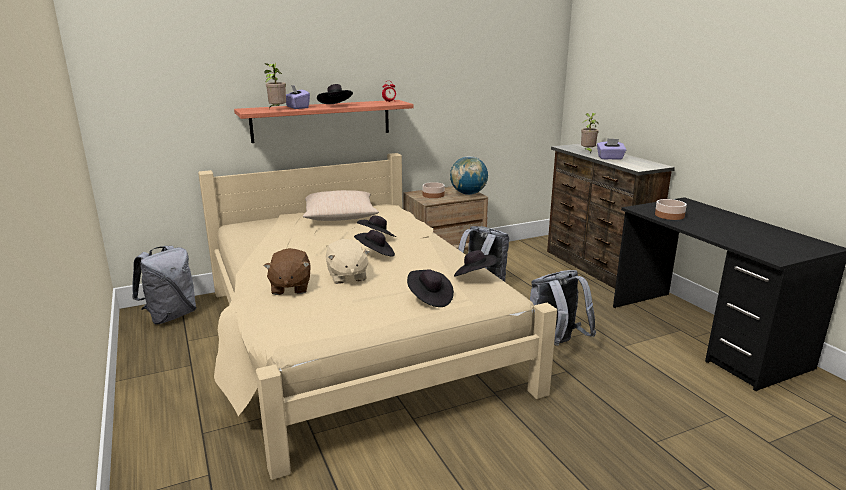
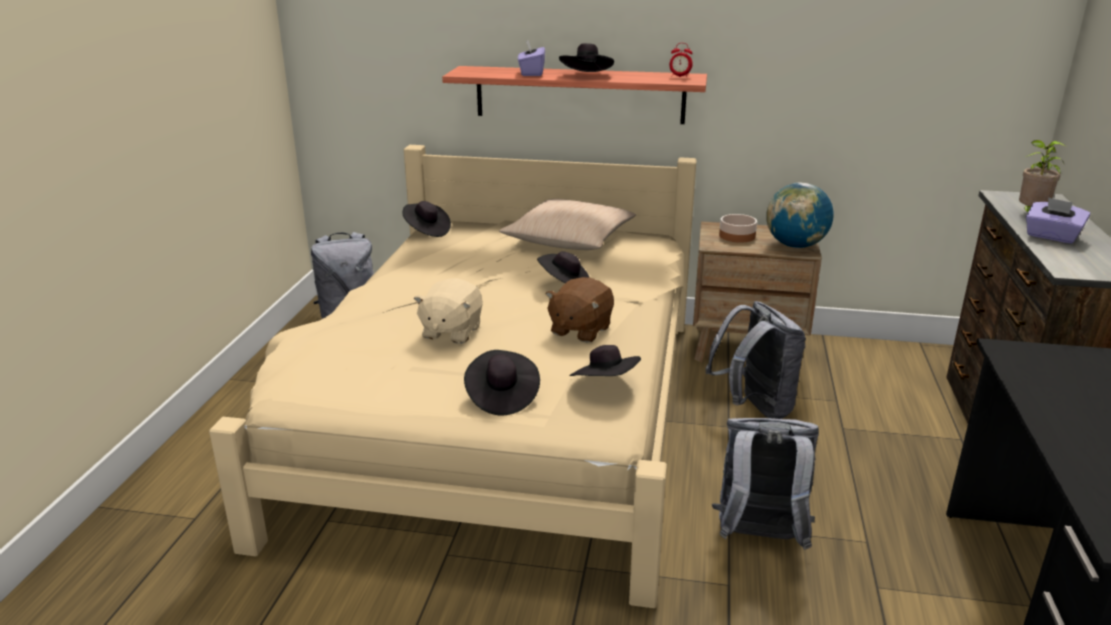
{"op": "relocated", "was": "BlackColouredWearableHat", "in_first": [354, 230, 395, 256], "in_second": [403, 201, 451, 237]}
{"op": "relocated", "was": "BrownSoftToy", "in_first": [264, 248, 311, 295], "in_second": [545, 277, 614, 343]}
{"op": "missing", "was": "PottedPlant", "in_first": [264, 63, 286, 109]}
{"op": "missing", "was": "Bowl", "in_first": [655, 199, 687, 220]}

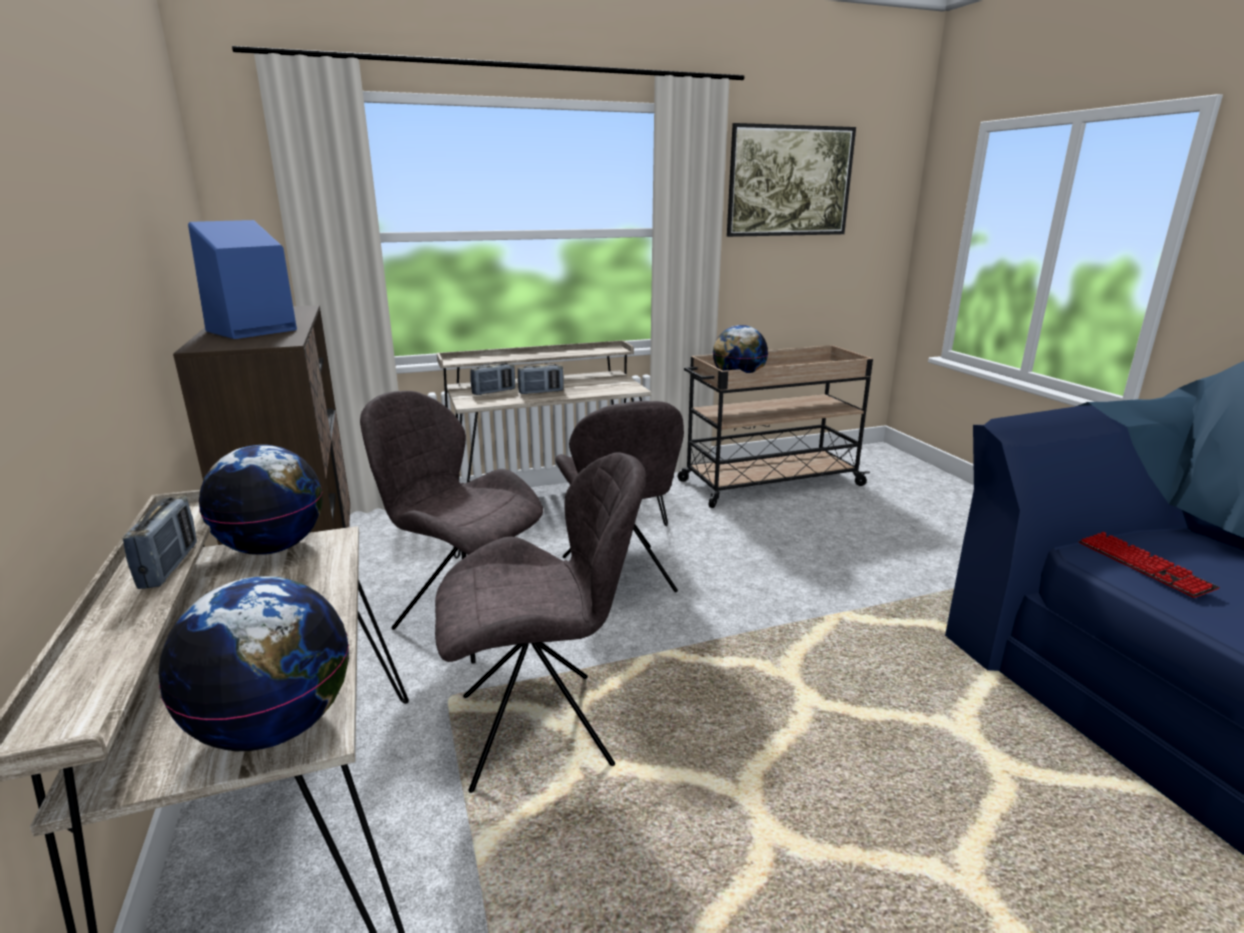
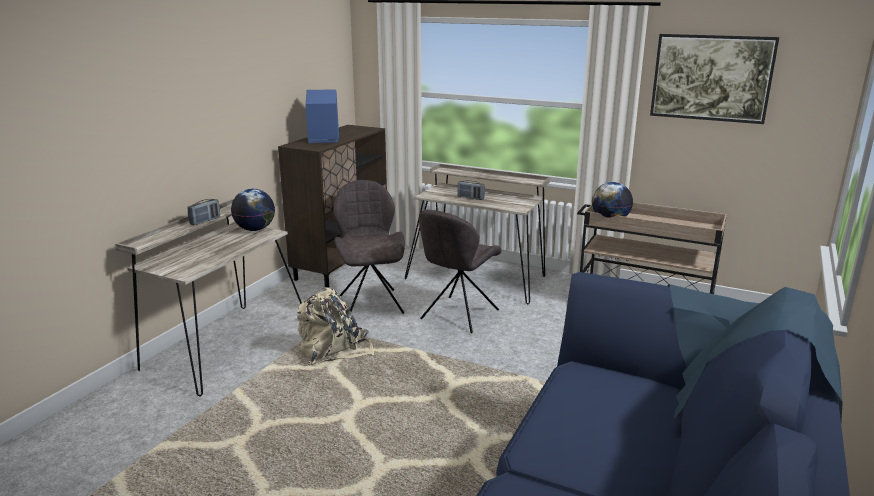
{"op": "exchanged", "was": "GreyishPlainChair", "now": "BeigeRucksack", "in_first": [435, 452, 646, 793], "in_second": [297, 287, 374, 366]}
{"op": "missing", "was": "DeskGlobe", "in_first": [158, 576, 349, 751]}
{"op": "missing", "was": "Radio", "in_first": [470, 362, 515, 395]}
{"op": "missing", "was": "PcKeyboard", "in_first": [1078, 532, 1220, 598]}

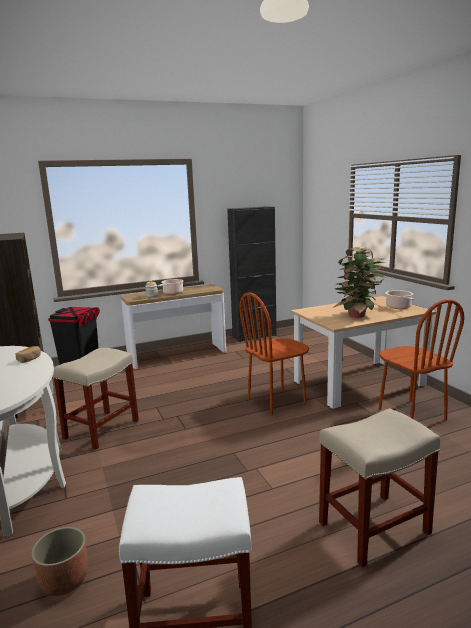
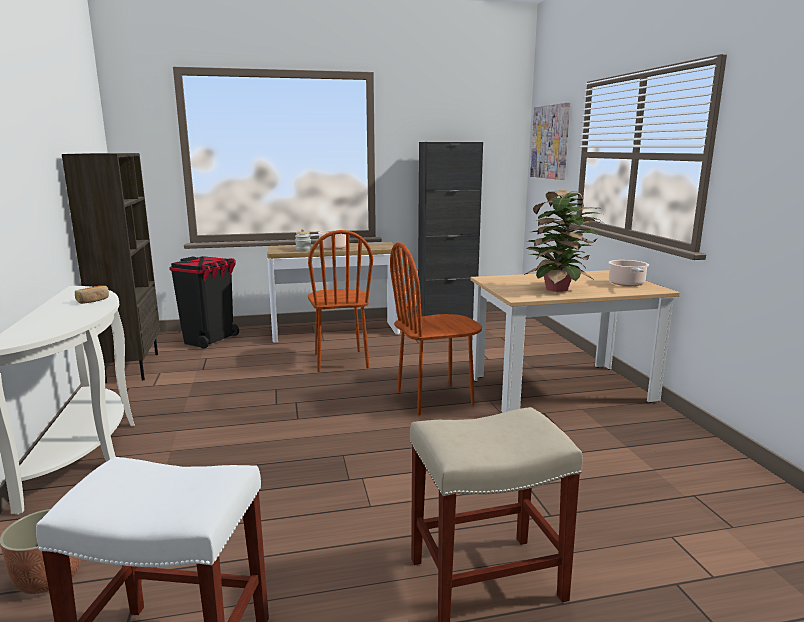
{"op": "relocated", "was": "BrownPlainChair", "in_first": [379, 299, 464, 420], "in_second": [308, 230, 373, 372]}
{"op": "appeared", "now": "WallPicture", "in_second": [530, 102, 570, 180]}
{"op": "missing", "was": "BeigeStoolSeat", "in_first": [53, 348, 139, 450]}

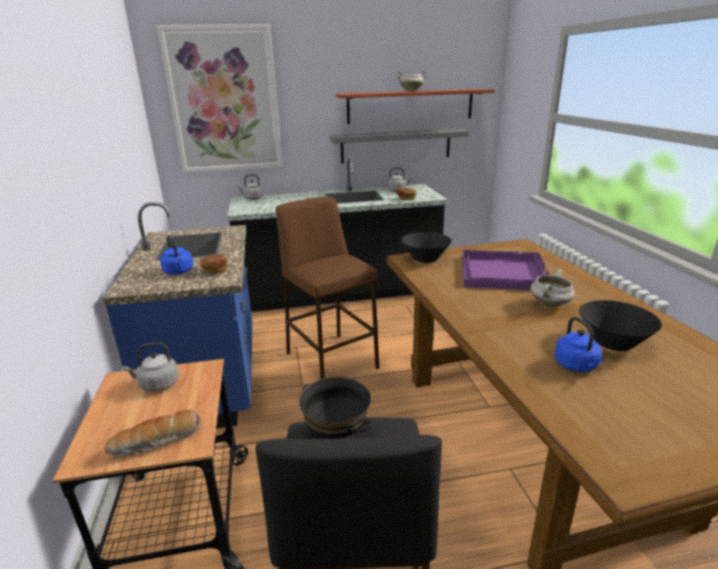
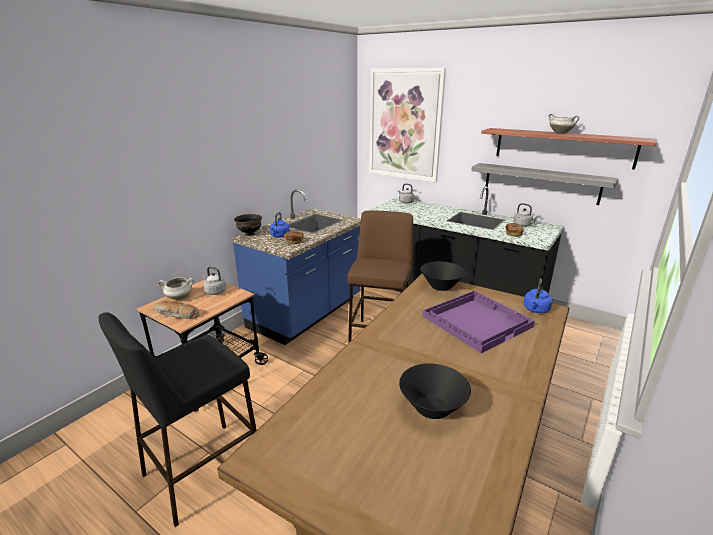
{"op": "relocated", "was": "WhiteCookingPot", "in_first": [530, 269, 575, 307], "in_second": [158, 277, 194, 300]}
{"op": "relocated", "was": "BlackColouredBowl", "in_first": [299, 377, 373, 439], "in_second": [234, 214, 262, 236]}
{"op": "relocated", "was": "BlueColouredKettle", "in_first": [554, 317, 604, 372], "in_second": [524, 279, 553, 313]}

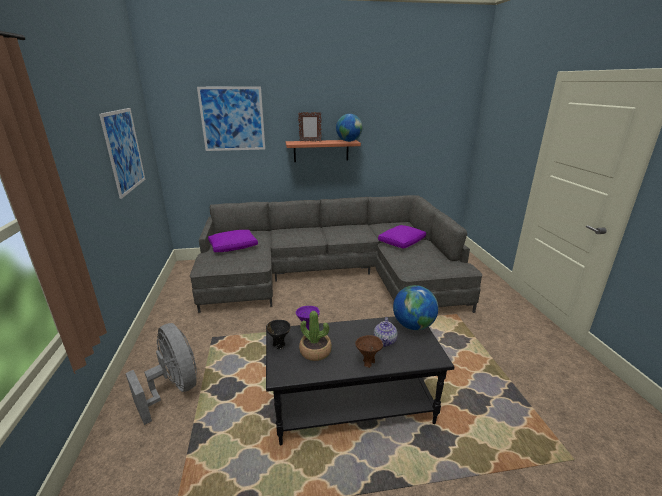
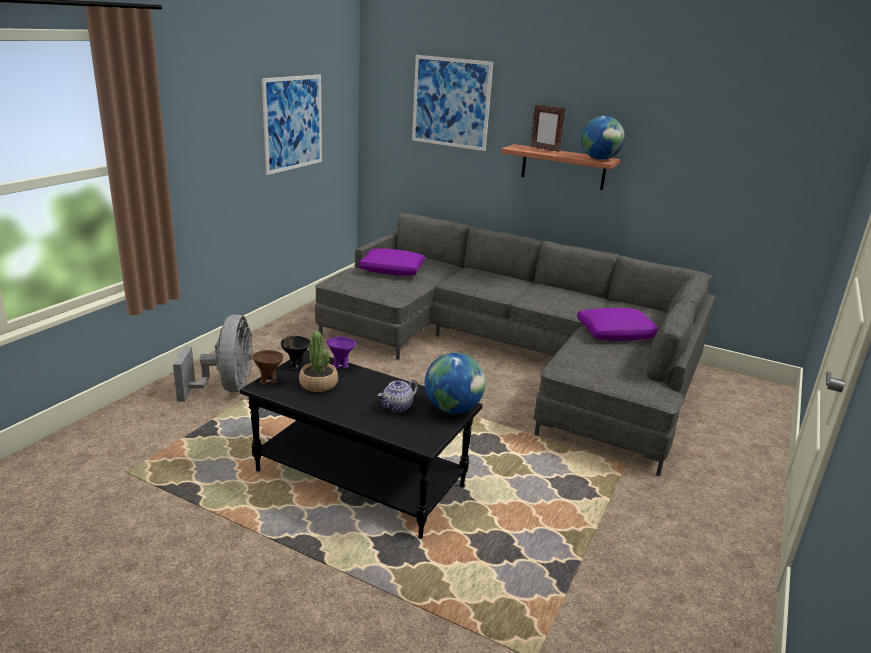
{"op": "relocated", "was": "BrownBowl", "in_first": [355, 335, 383, 368], "in_second": [252, 350, 284, 384]}

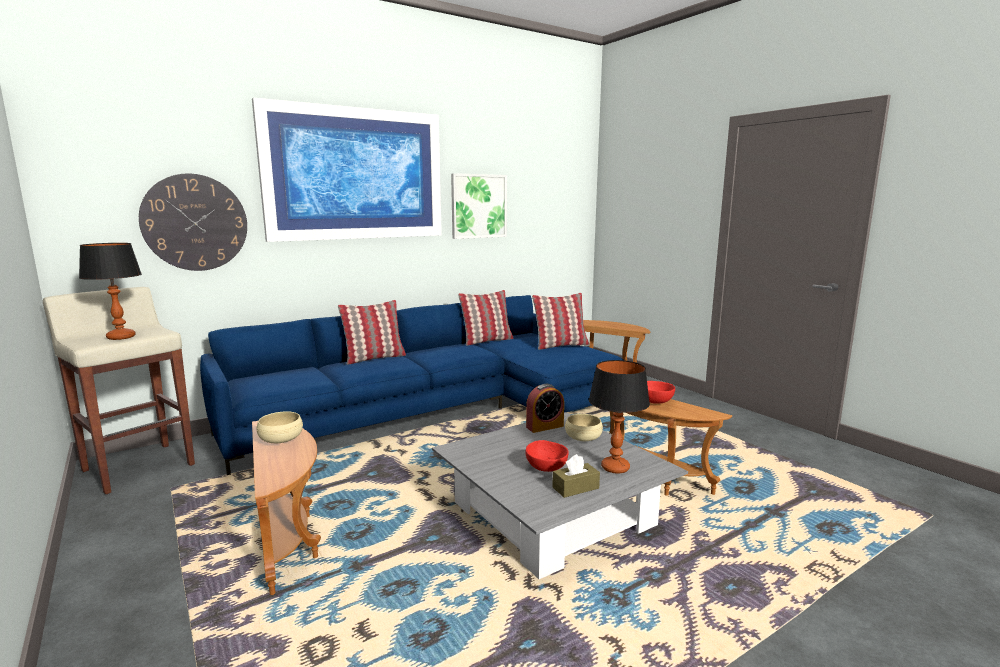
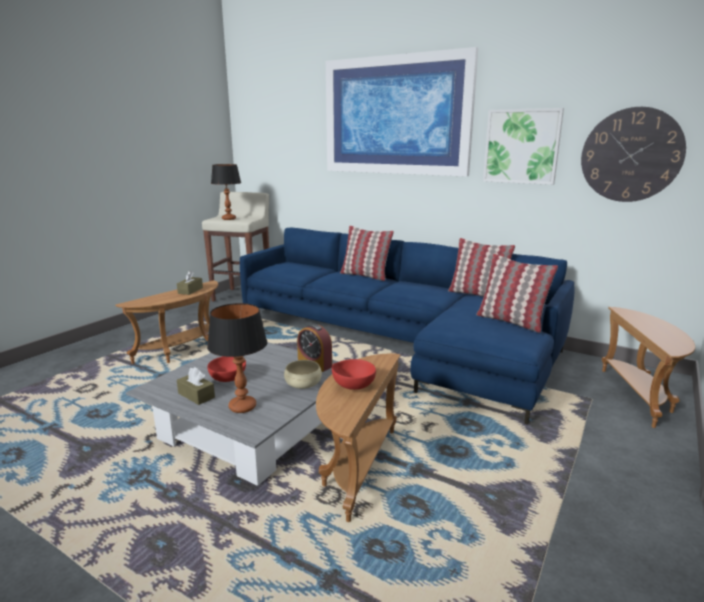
{"op": "exchanged", "was": "BeigeBowl", "now": "BrownBoxOfTissues", "in_first": [257, 411, 303, 443], "in_second": [177, 271, 203, 295]}
{"op": "relocated", "was": "WallClock", "in_first": [139, 174, 247, 271], "in_second": [581, 107, 686, 202]}

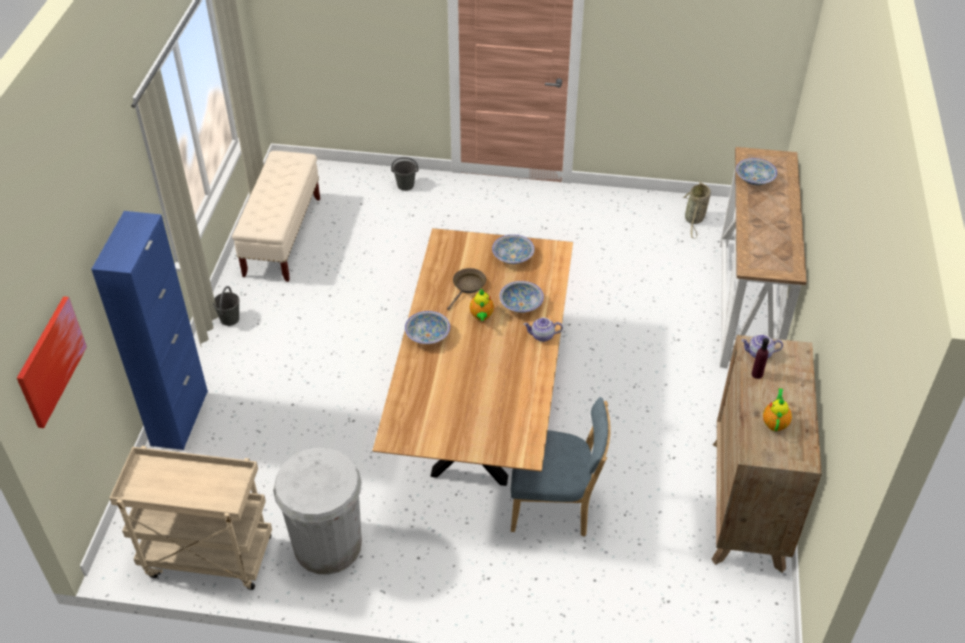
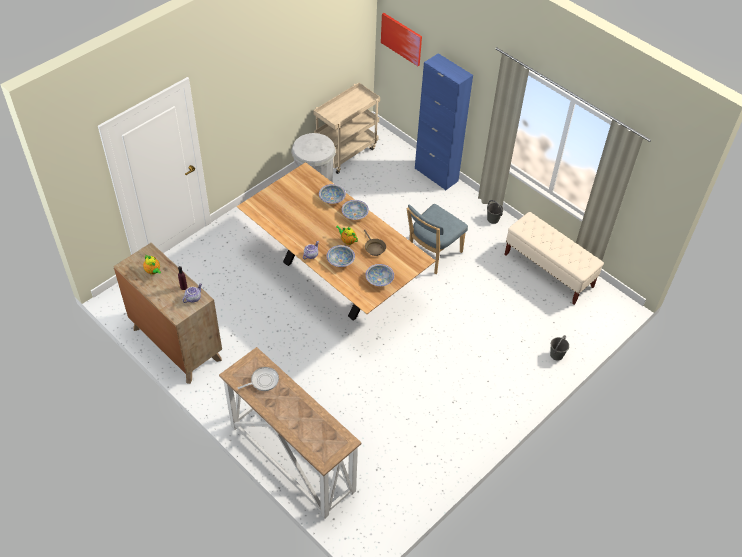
{"op": "appeared", "now": "FryingPan", "in_second": [238, 367, 279, 391]}
{"op": "relocated", "was": "Bowl", "in_first": [736, 158, 777, 185], "in_second": [319, 184, 346, 204]}
{"op": "relocated", "was": "BlueColouredPlainChair", "in_first": [511, 397, 611, 537], "in_second": [407, 204, 468, 274]}
{"op": "missing", "was": "HouseholdBasket", "in_first": [683, 181, 711, 239]}

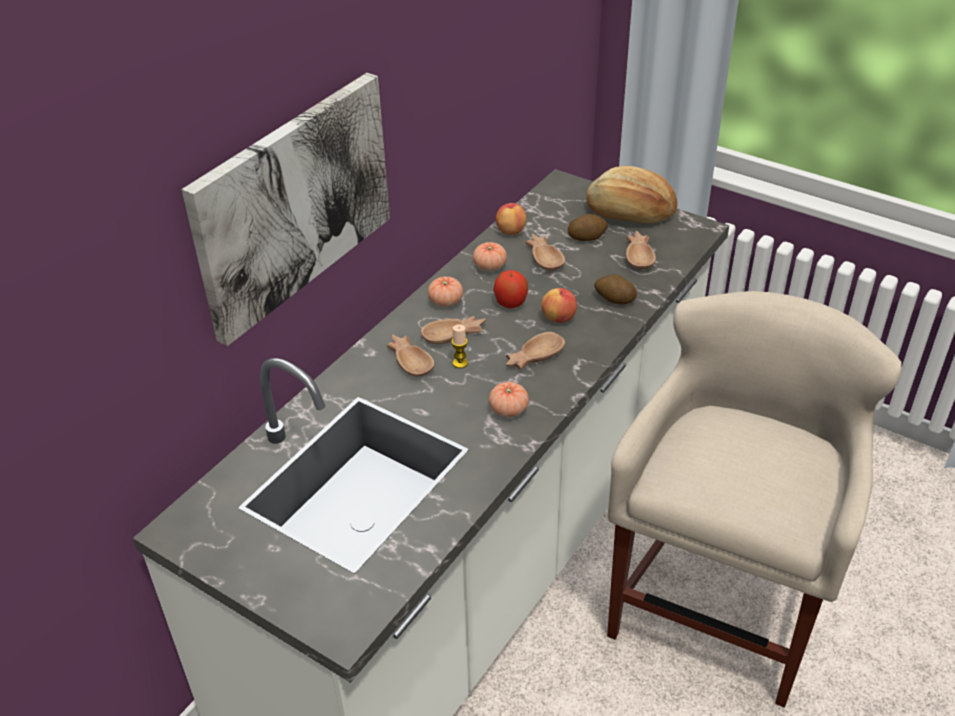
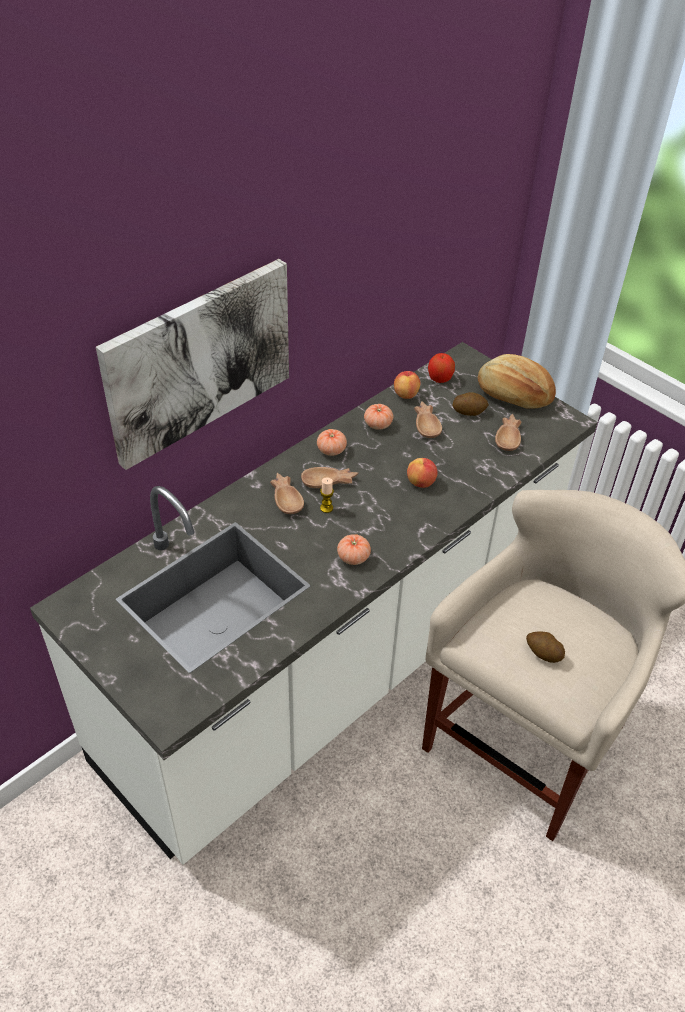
{"op": "relocated", "was": "AppleFruit", "in_first": [493, 270, 528, 308], "in_second": [428, 353, 455, 383]}
{"op": "relocated", "was": "Spud", "in_first": [594, 274, 637, 305], "in_second": [526, 631, 565, 663]}
{"op": "missing", "was": "BrownBowl", "in_first": [506, 332, 565, 370]}

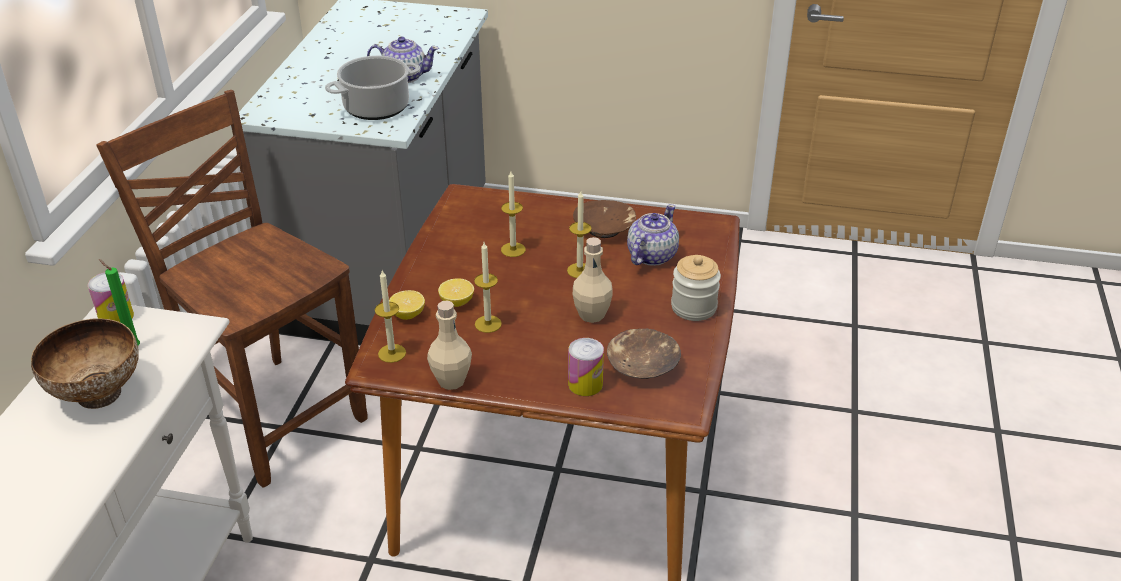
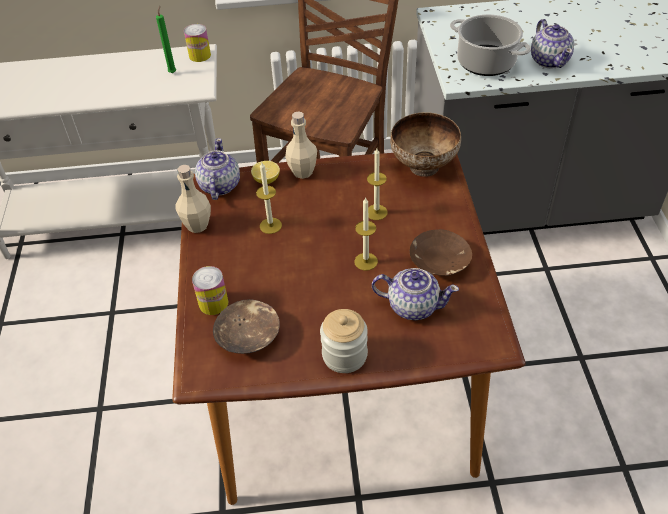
{"op": "exchanged", "was": "WaxCandle", "now": "PotForTea", "in_first": [375, 270, 406, 363], "in_second": [195, 138, 240, 200]}
{"op": "relocated", "was": "BeigeBottle", "in_first": [573, 237, 612, 323], "in_second": [285, 111, 317, 179]}
{"op": "relocated", "was": "Bowl", "in_first": [31, 318, 139, 409], "in_second": [390, 112, 461, 177]}
{"op": "missing", "was": "WholeLemon", "in_first": [438, 278, 474, 307]}

